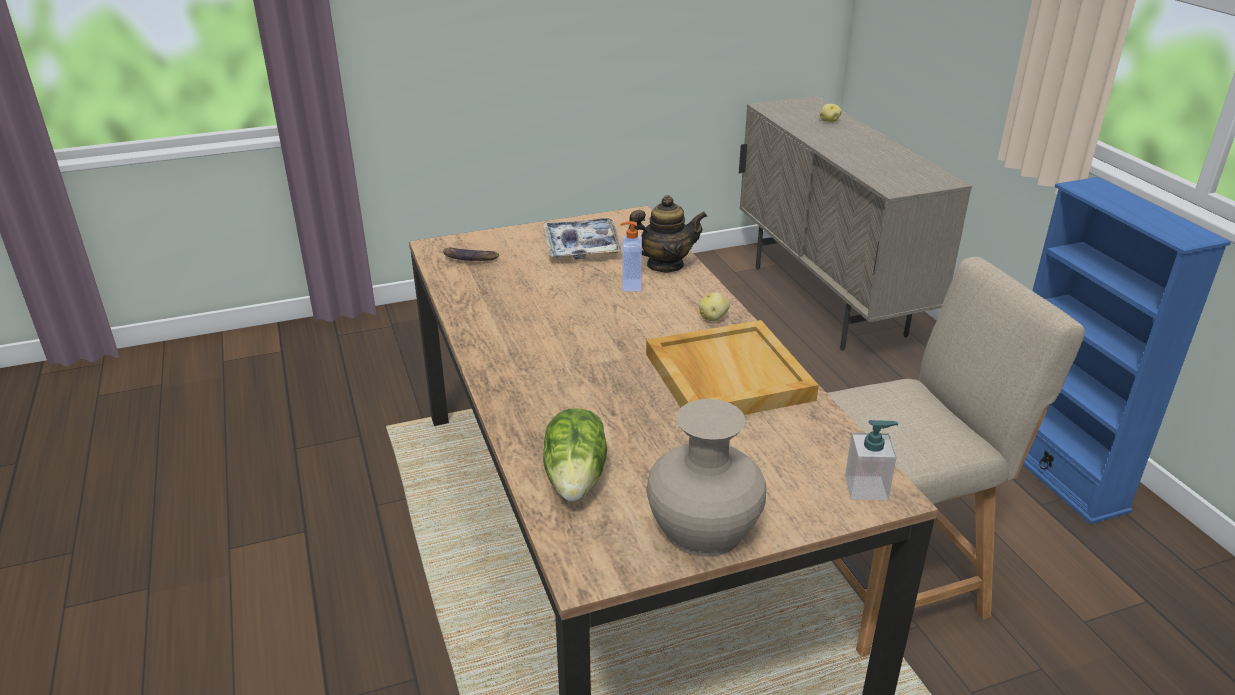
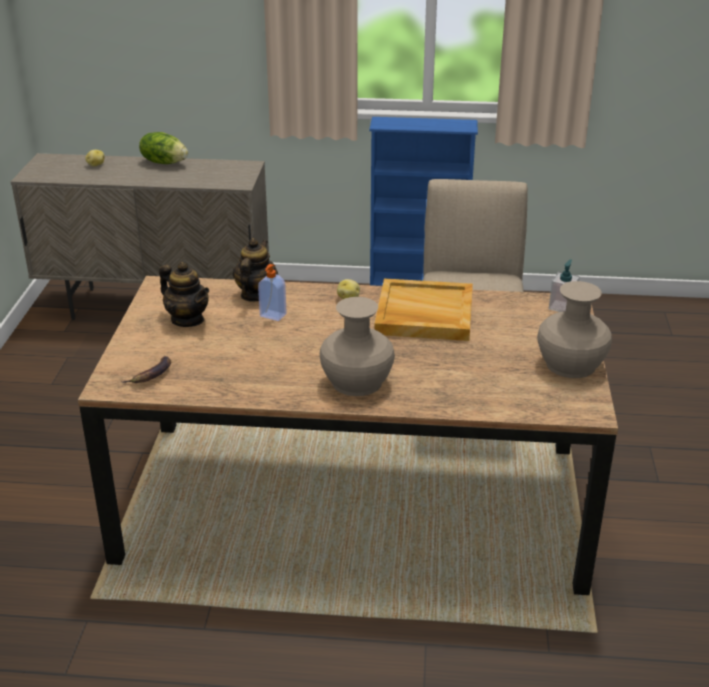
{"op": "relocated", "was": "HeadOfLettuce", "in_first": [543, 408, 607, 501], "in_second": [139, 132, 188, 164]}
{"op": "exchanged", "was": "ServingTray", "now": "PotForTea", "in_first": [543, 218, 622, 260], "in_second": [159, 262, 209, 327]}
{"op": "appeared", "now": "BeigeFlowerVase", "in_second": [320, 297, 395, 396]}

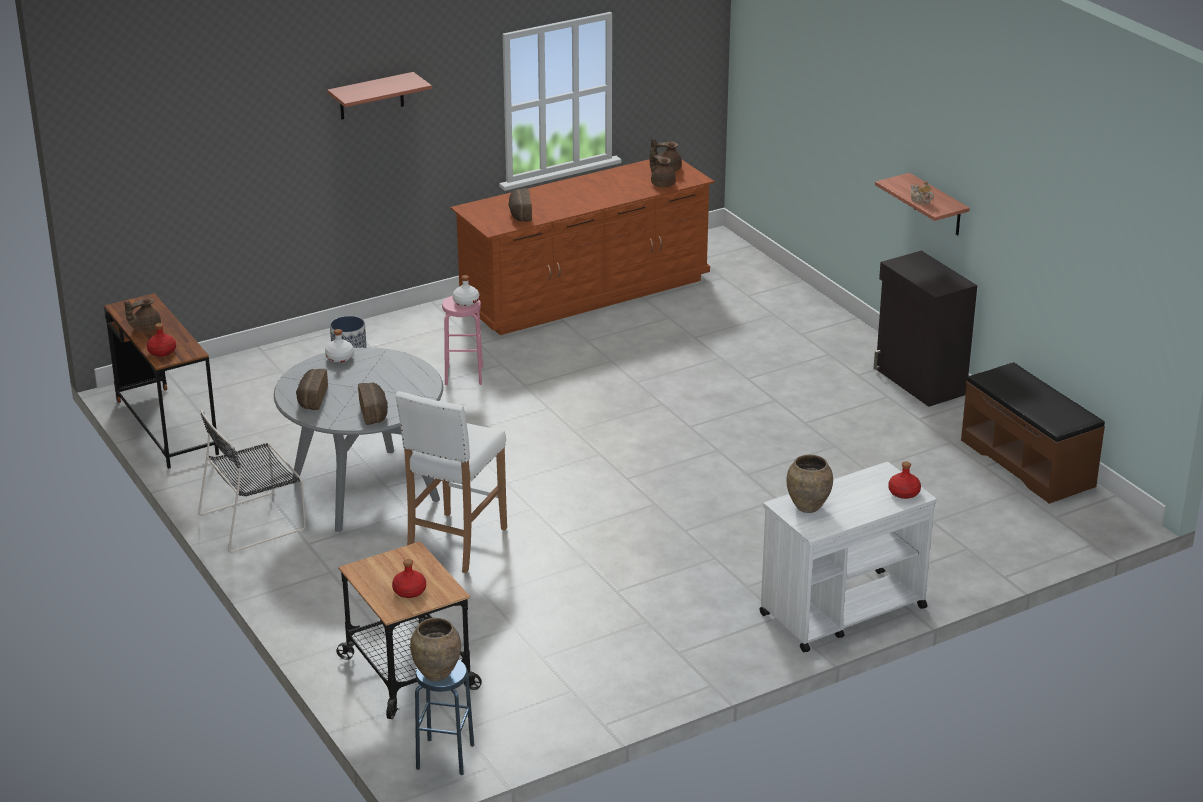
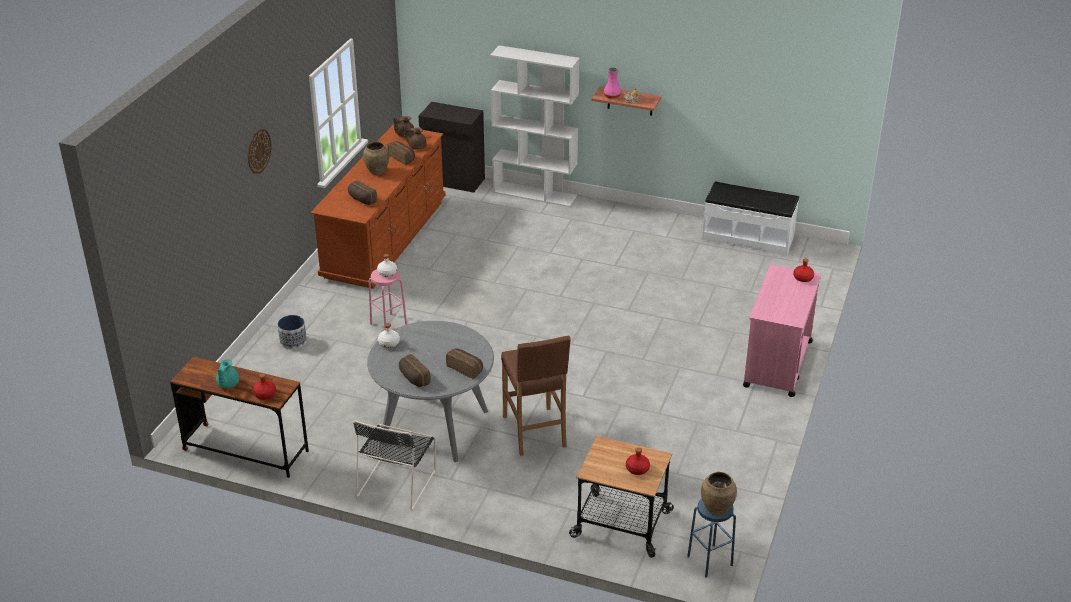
{"op": "colour", "was": "BrownPotForTea", "now": "TurquoiseColouredPotForTea", "in_first": [124, 298, 161, 332], "in_second": [216, 360, 239, 388]}
{"op": "exchanged", "was": "BracketShelf", "now": "WallClock", "in_first": [327, 72, 432, 120], "in_second": [248, 129, 272, 174]}
{"op": "relocated", "was": "BrownFlowerVase", "in_first": [786, 454, 833, 513], "in_second": [363, 142, 389, 175]}
{"op": "appeared", "now": "BakeryBread", "in_second": [387, 141, 415, 165]}
{"op": "relocated", "was": "BlackColouredCabinet", "in_first": [873, 251, 977, 407], "in_second": [419, 102, 485, 193]}
{"op": "appeared", "now": "WhiteBookshelf", "in_second": [490, 45, 580, 207]}
{"op": "colour", "was": "WhiteStoolSeat", "now": "BrownStoolSeat", "in_first": [395, 391, 507, 573], "in_second": [501, 335, 571, 456]}
{"op": "appeared", "now": "PinkColouredFlowerVase", "in_second": [603, 67, 621, 99]}
{"op": "colour", "was": "BrownBench", "now": "WhiteBench", "in_first": [961, 362, 1105, 504], "in_second": [702, 181, 799, 256]}
{"op": "colour", "was": "WhiteWheeledCart", "now": "PinkColouredWheeledCart", "in_first": [760, 462, 936, 652], "in_second": [743, 264, 821, 397]}

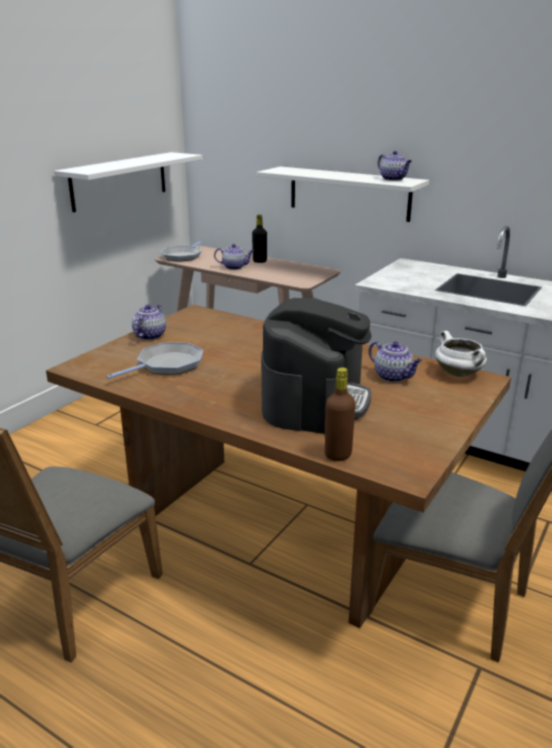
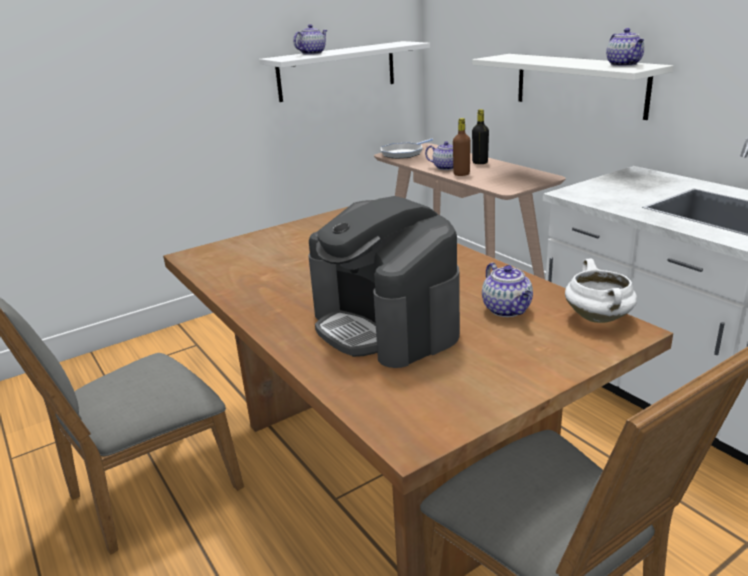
{"op": "relocated", "was": "PotForTea", "in_first": [132, 304, 166, 340], "in_second": [293, 24, 327, 55]}
{"op": "spun", "was": "CoffeeMaker", "in_first": [261, 297, 372, 435], "in_second": [308, 196, 460, 368], "clockwise": 105}
{"op": "relocated", "was": "BrownBottle", "in_first": [325, 367, 356, 461], "in_second": [453, 118, 471, 176]}
{"op": "missing", "was": "FryingPan", "in_first": [106, 343, 203, 379]}

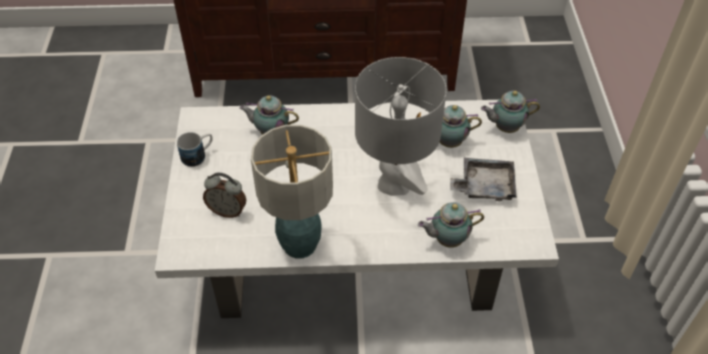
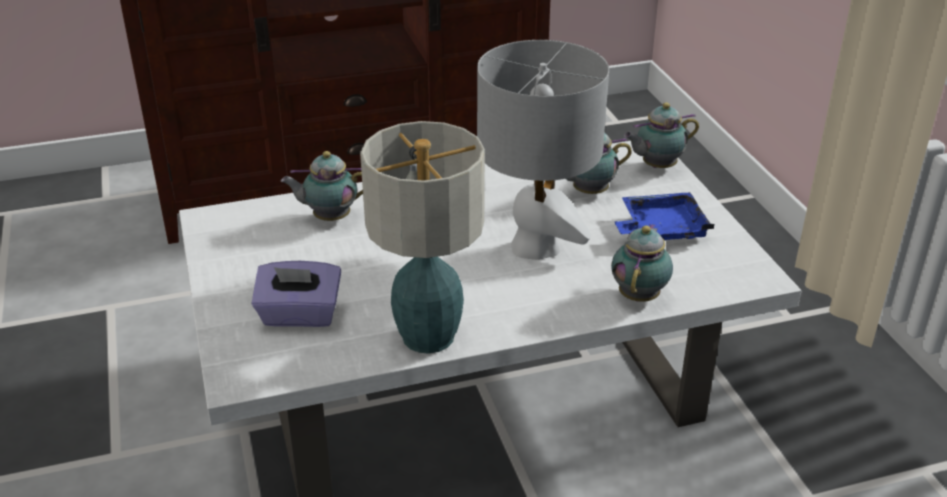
{"op": "exchanged", "was": "TableClock", "now": "PurpleBoxOfTissues", "in_first": [203, 173, 246, 218], "in_second": [251, 261, 341, 327]}
{"op": "spun", "was": "PotForTea", "in_first": [418, 202, 484, 248], "in_second": [611, 224, 673, 302], "clockwise": 135}
{"op": "colour", "was": "GreyishServingTray", "now": "BlueColouredServingTray", "in_first": [450, 158, 517, 201], "in_second": [614, 192, 714, 240]}
{"op": "missing", "was": "TeaMug", "in_first": [177, 132, 213, 167]}

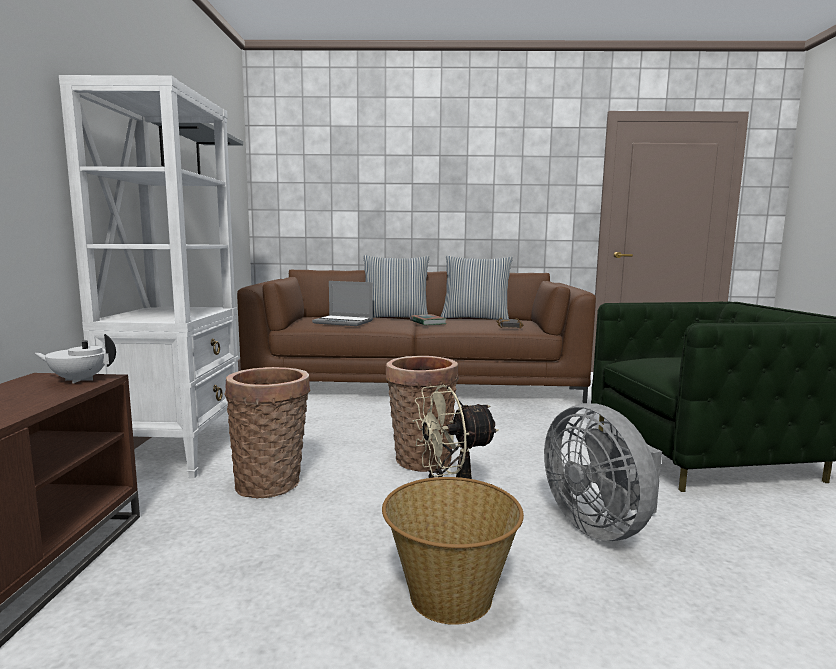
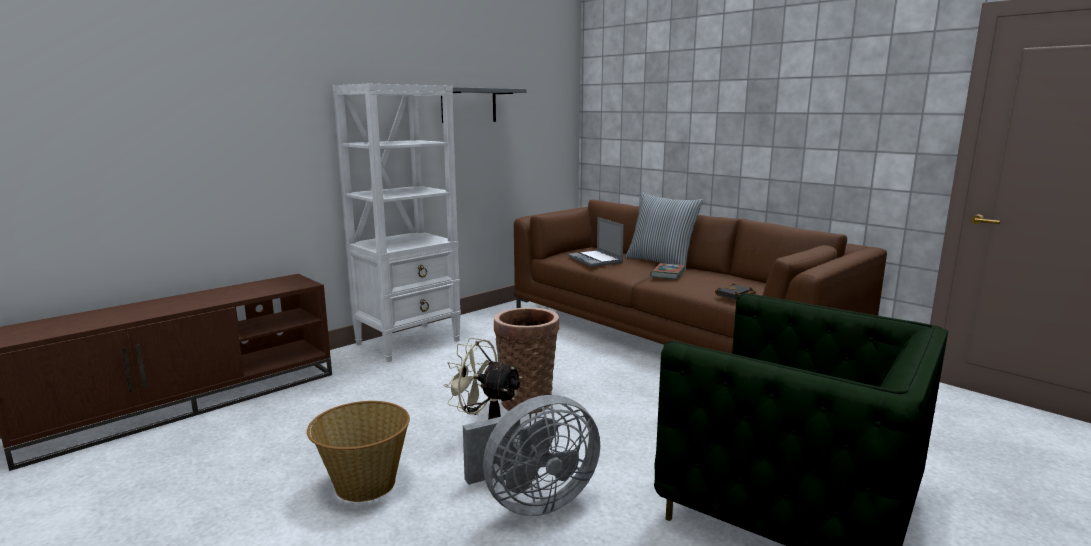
{"op": "spun", "was": "GreyishElectricFan", "in_first": [544, 403, 662, 541], "in_second": [463, 395, 600, 516], "clockwise": -135}
{"op": "missing", "was": "WhitePotForTea", "in_first": [34, 334, 116, 384]}
{"op": "missing", "was": "HouseholdBasket", "in_first": [225, 367, 311, 499]}
{"op": "missing", "was": "ThrowPillow", "in_first": [441, 256, 513, 320]}

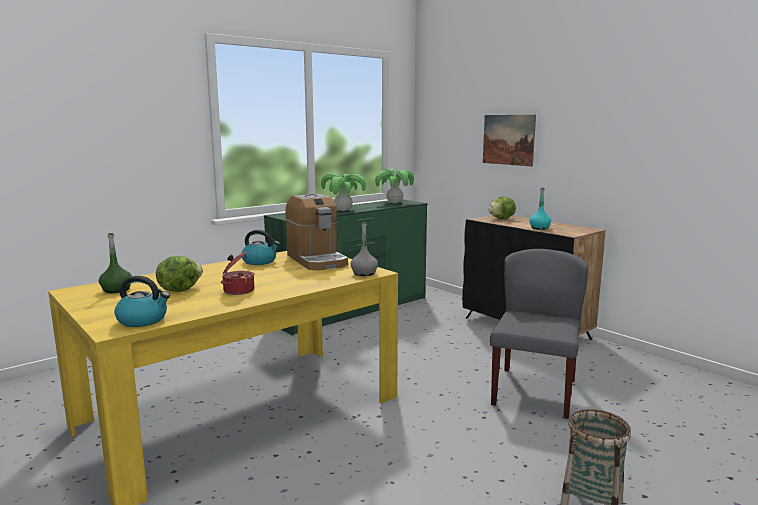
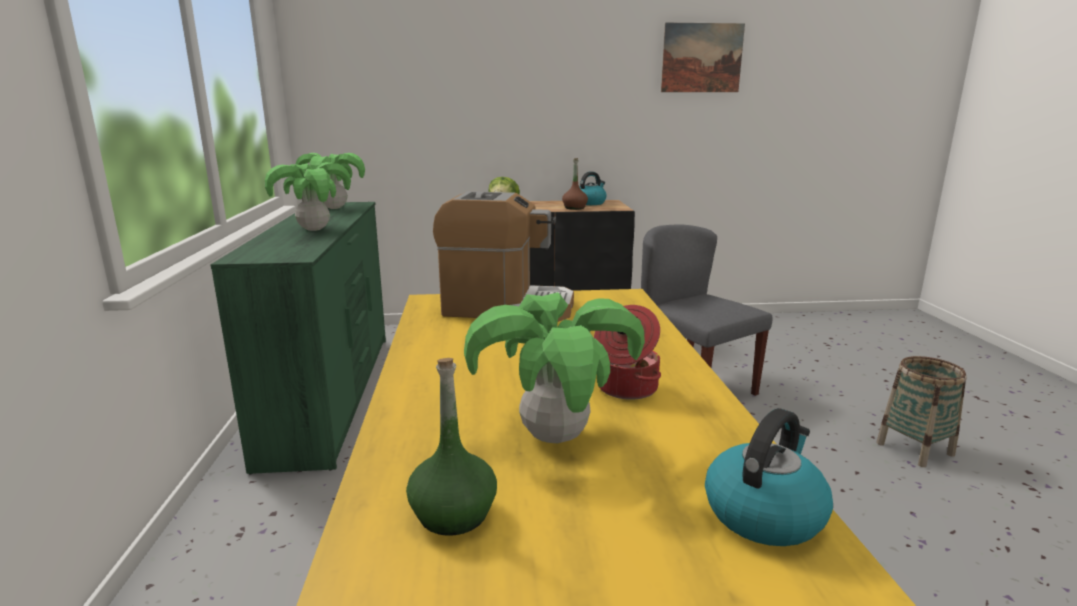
{"op": "exchanged", "was": "HeadOfLettuce", "now": "PottedPlant", "in_first": [156, 256, 203, 292], "in_second": [464, 292, 645, 444]}
{"op": "colour", "was": "TurquoiseColouredBottle", "now": "BrownBottle", "in_first": [529, 188, 552, 230], "in_second": [562, 158, 588, 210]}
{"op": "relocated", "was": "Kettle", "in_first": [242, 230, 280, 265], "in_second": [580, 172, 607, 205]}
{"op": "relocated", "was": "WallPicture", "in_first": [483, 115, 536, 167], "in_second": [661, 23, 745, 92]}
{"op": "missing", "was": "GreyishBottle", "in_first": [350, 222, 378, 276]}

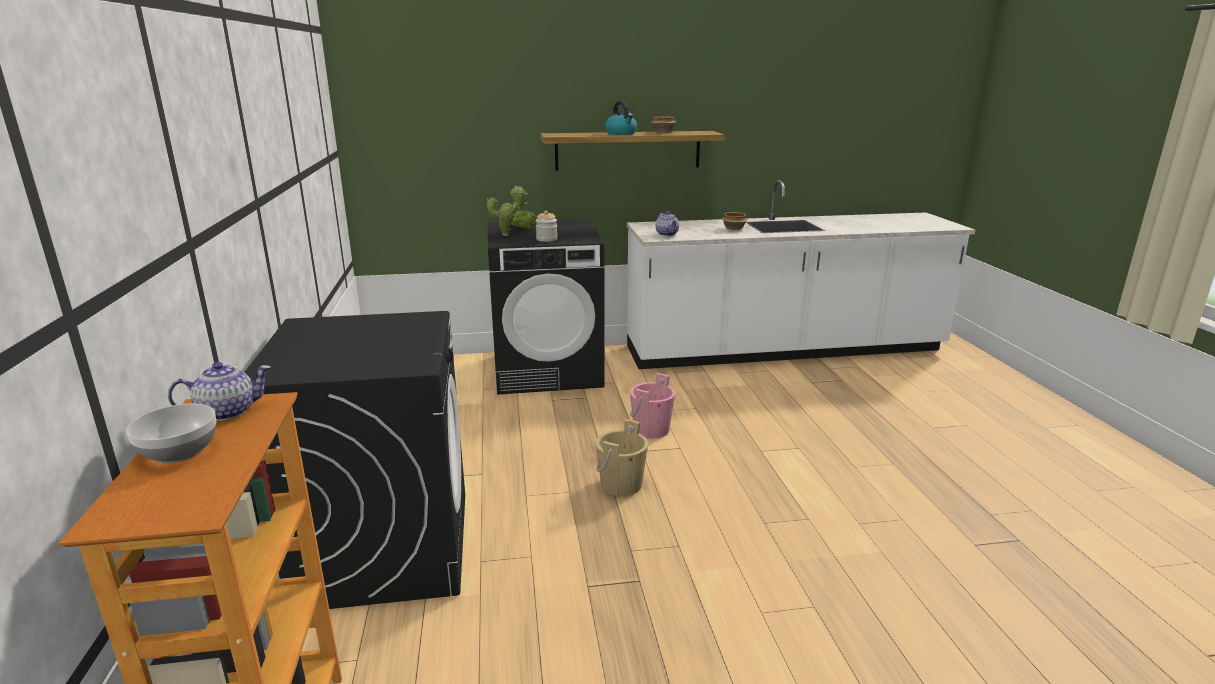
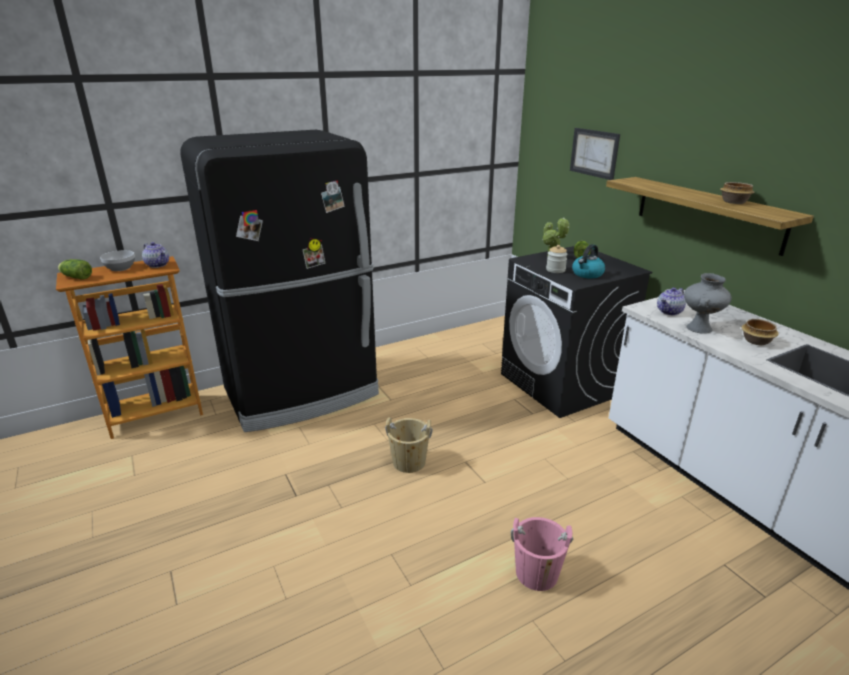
{"op": "appeared", "now": "HeadOfLettuce", "in_second": [58, 259, 92, 280]}
{"op": "exchanged", "was": "BlackColouredLaundryAppliance", "now": "BlackColouredKitchenFridge", "in_first": [244, 311, 465, 609], "in_second": [180, 130, 379, 432]}
{"op": "relocated", "was": "PinkColouredWaterBucket", "in_first": [630, 373, 675, 438], "in_second": [511, 517, 573, 591]}
{"op": "appeared", "now": "WallPicture", "in_second": [570, 128, 620, 180]}
{"op": "relocated", "was": "Kettle", "in_first": [605, 101, 637, 135], "in_second": [572, 244, 605, 279]}
{"op": "appeared", "now": "GreyishFlowerVase", "in_second": [684, 273, 732, 334]}

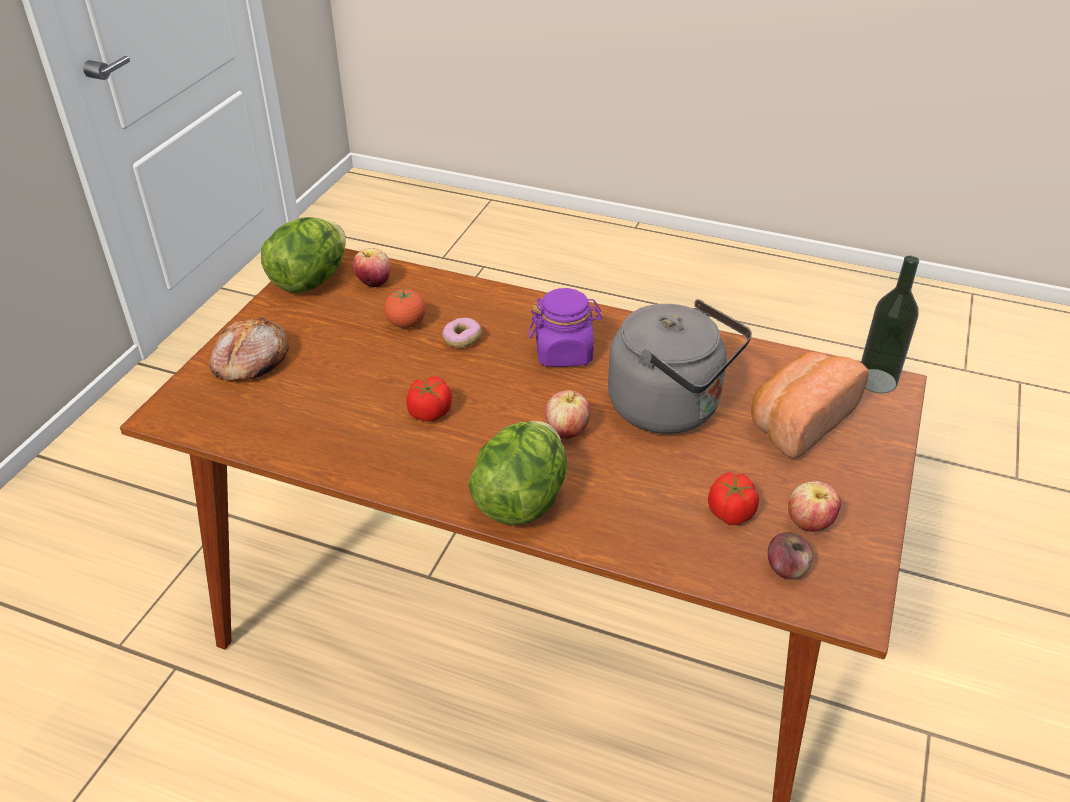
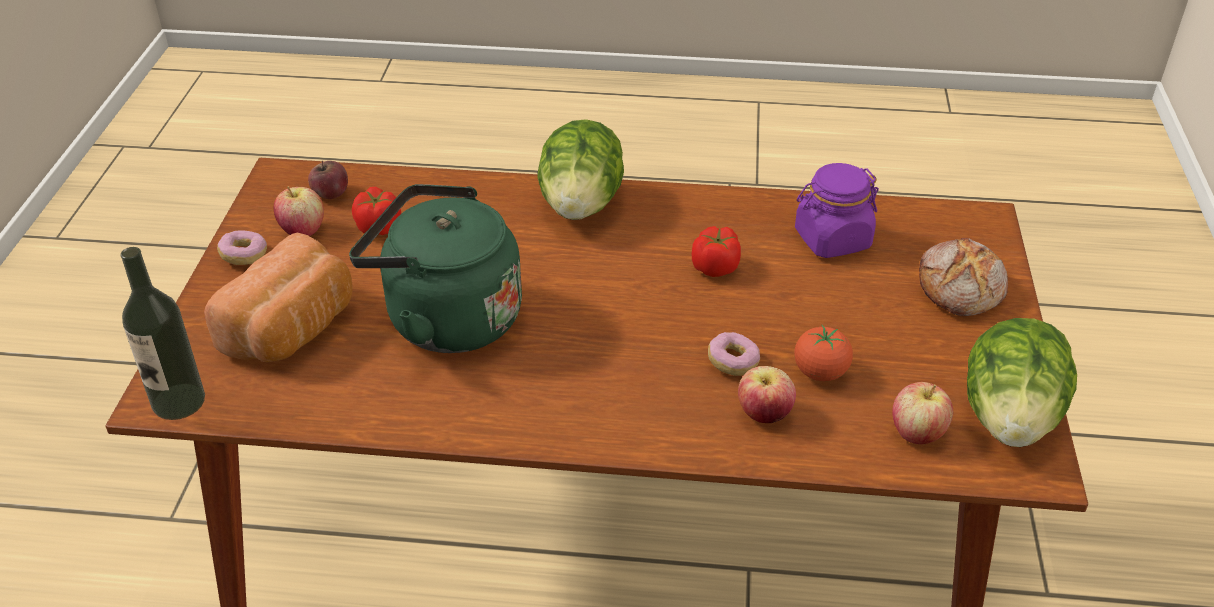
{"op": "appeared", "now": "Doughnut", "in_second": [217, 230, 267, 265]}
{"op": "colour", "was": "GreyishKettle", "now": "GreenColouredKettle", "in_first": [608, 299, 752, 434], "in_second": [349, 184, 522, 353]}
{"op": "relocated", "was": "AppleFruit", "in_first": [545, 390, 591, 439], "in_second": [738, 366, 796, 423]}
{"op": "relocated", "was": "PurpleStorageJar", "in_first": [529, 288, 602, 367], "in_second": [795, 163, 879, 258]}

